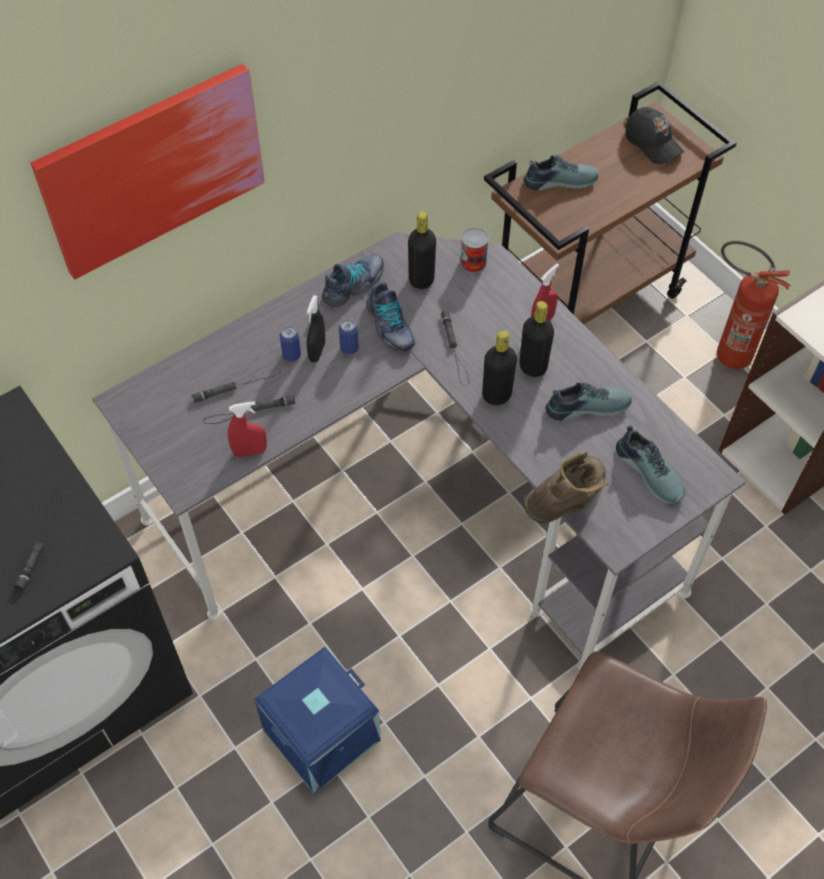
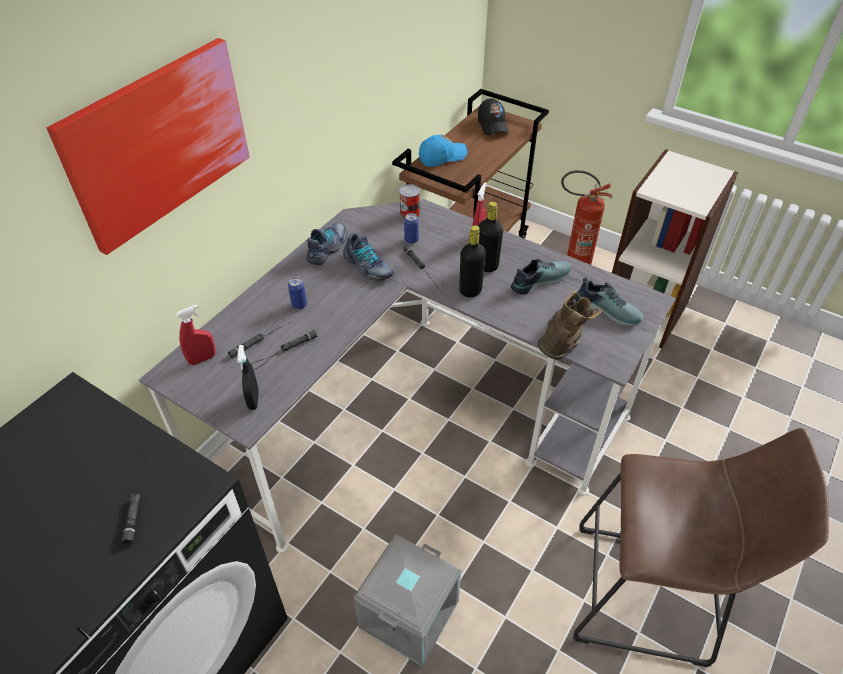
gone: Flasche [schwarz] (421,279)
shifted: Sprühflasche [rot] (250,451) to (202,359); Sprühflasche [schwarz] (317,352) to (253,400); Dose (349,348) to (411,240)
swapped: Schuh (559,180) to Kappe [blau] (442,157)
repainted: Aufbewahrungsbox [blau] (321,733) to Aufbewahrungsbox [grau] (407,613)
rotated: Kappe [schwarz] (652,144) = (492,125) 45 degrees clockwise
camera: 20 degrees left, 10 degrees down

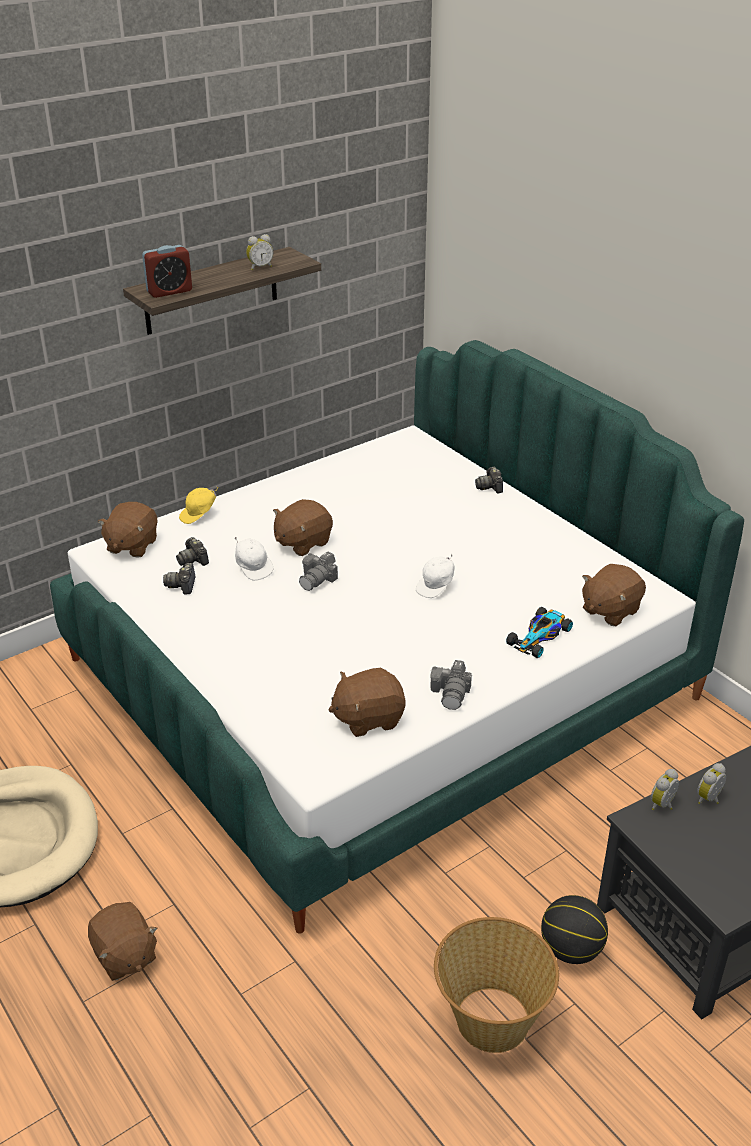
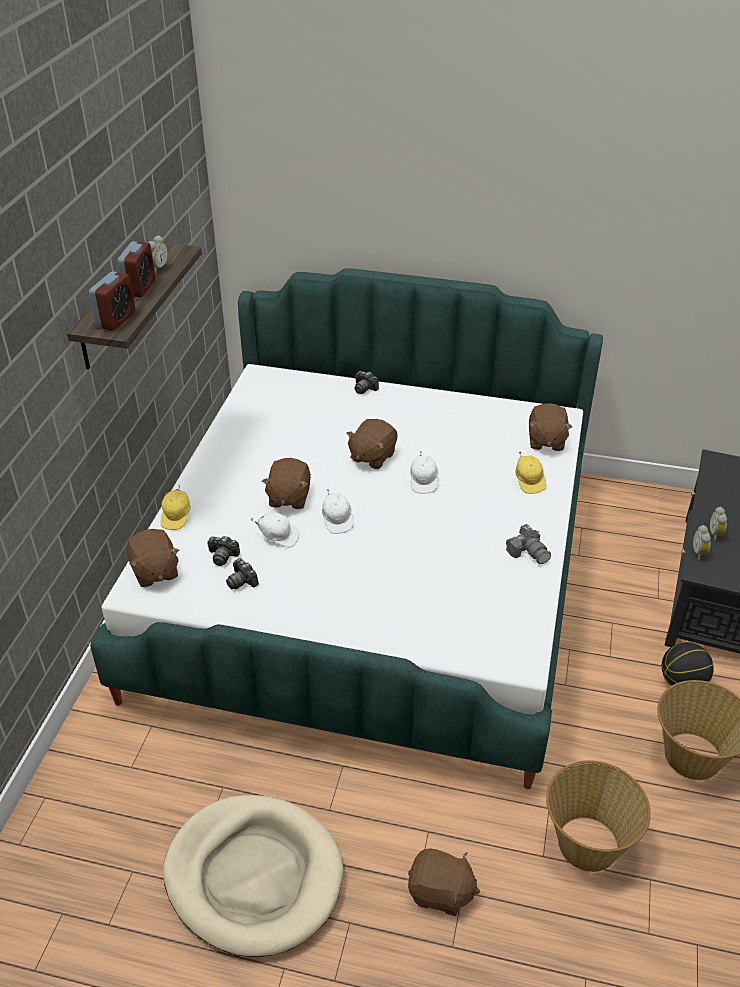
new: Wecker (140,287); Korb (587,842)
shifted: Plüschtier [braun] (368,718) to (372,456)
swapped: Kamera (318,579) to Kappe [weiß] (337,520); Spielzeugauto (540,636) to Kappe [gelb] (529,481)
camera: 40 degrees left, 5 degrees up

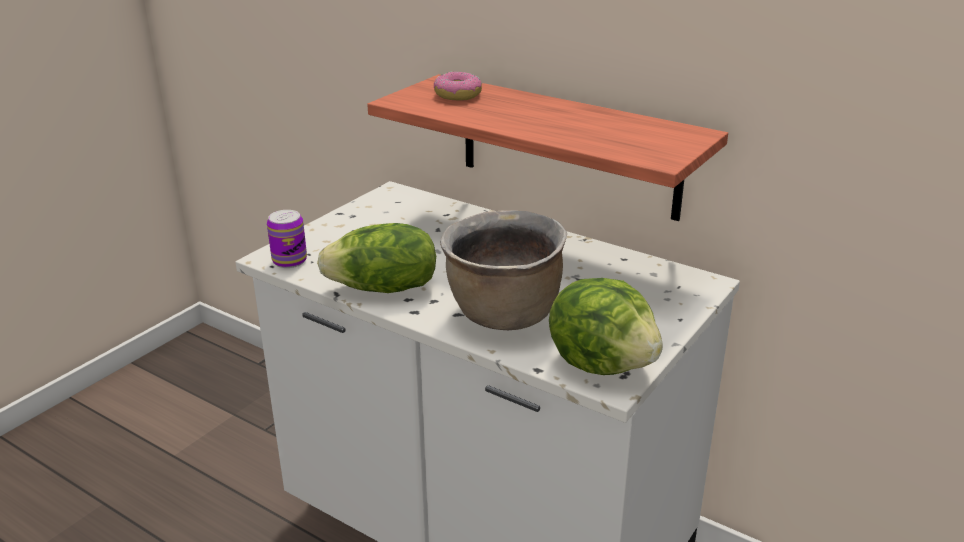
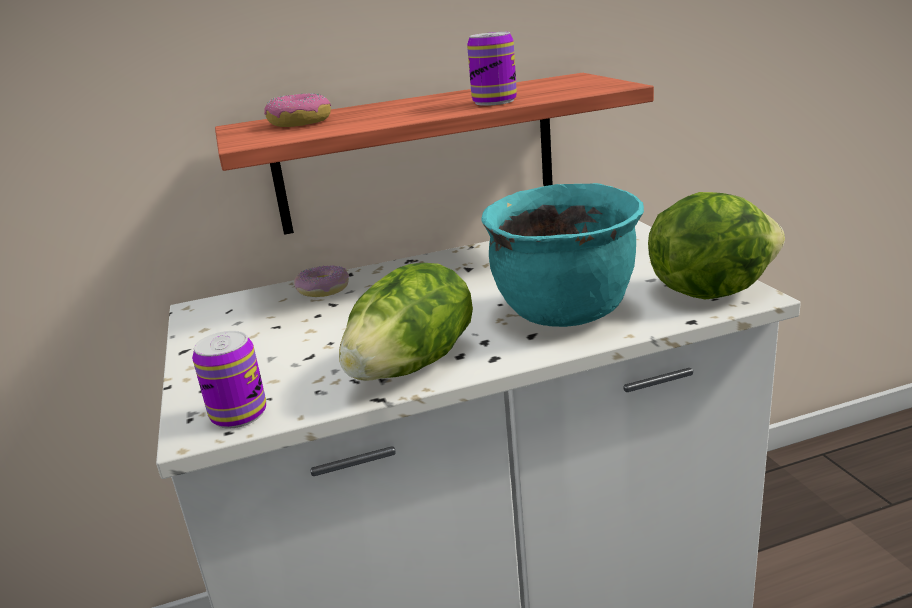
new: Donut (323,289); Dose (494,101)
repainted: Kochtopf [braun] (503,315) to Kochtopf [türkis] (565,313)
camera: 50 degrees left, 5 degrees down

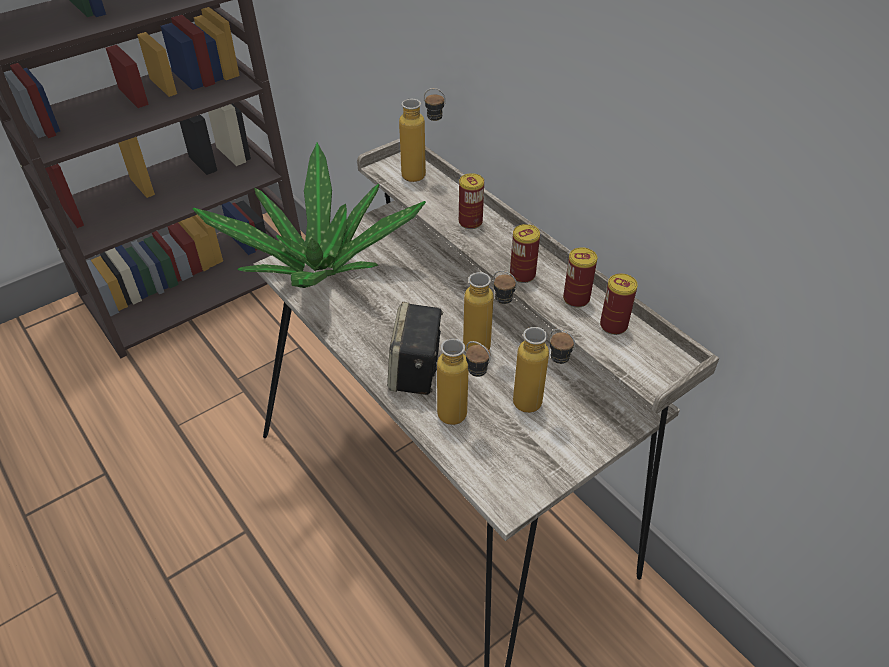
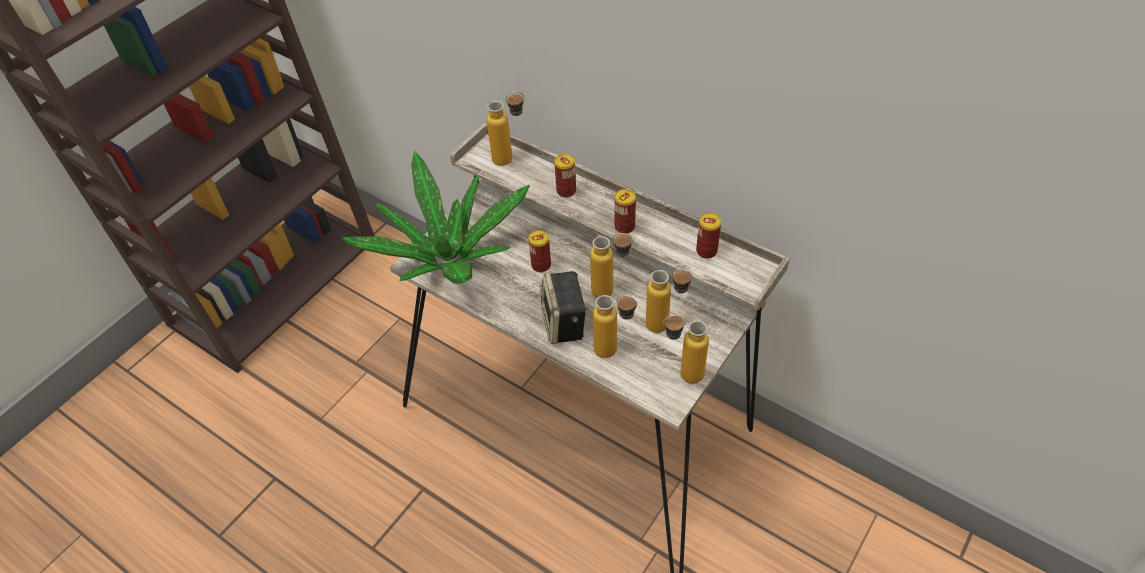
new: Flasche (681,374)
shifted: Dose (576,299) to (541,265)
camera: 15 degrees left, 5 degrees up

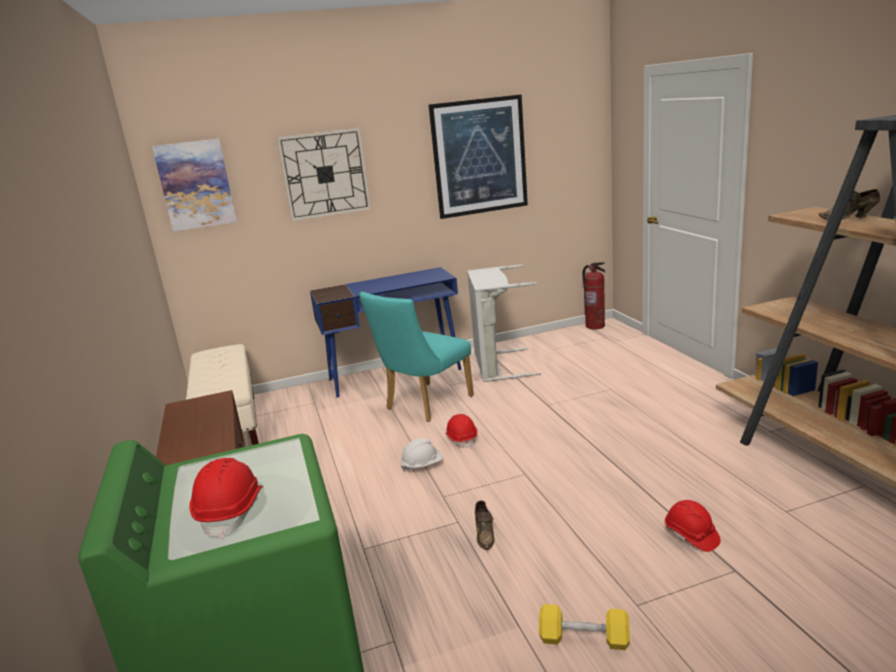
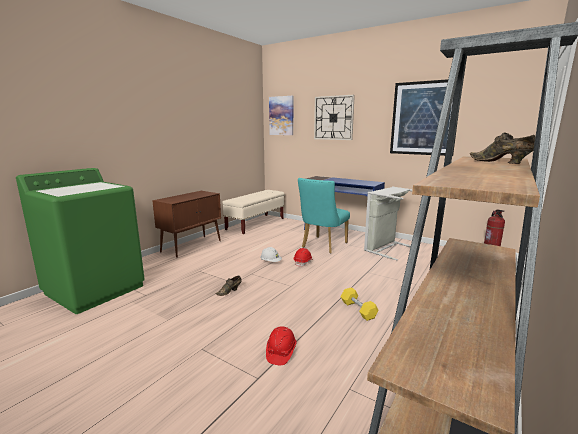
gone: Schutzhelm [rot] (232,511)
shifted: Hantel [gelb] (584,639) to (358,310)
rotated: Stuhl [türkis] (424,405) = (322,246) 60 degrees counterclockwise
camera: 50 degrees right, 5 degrees down

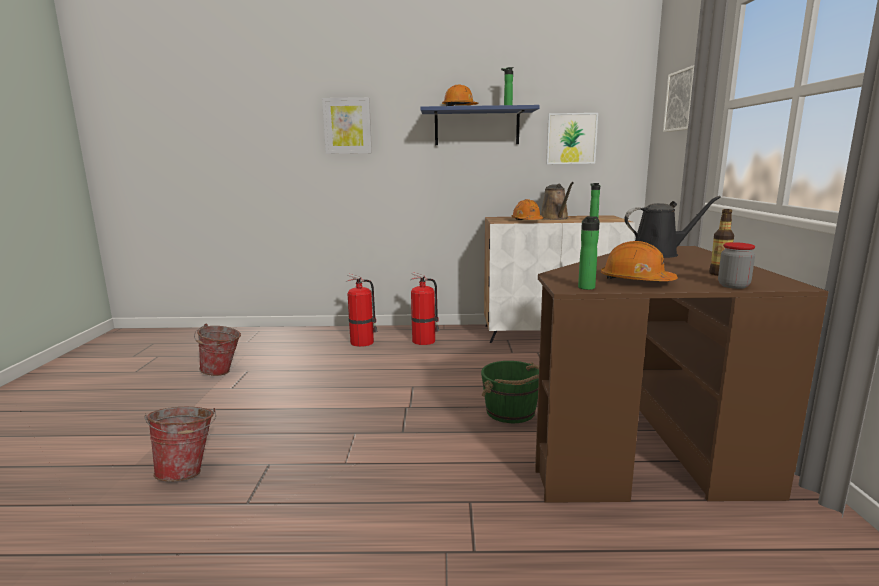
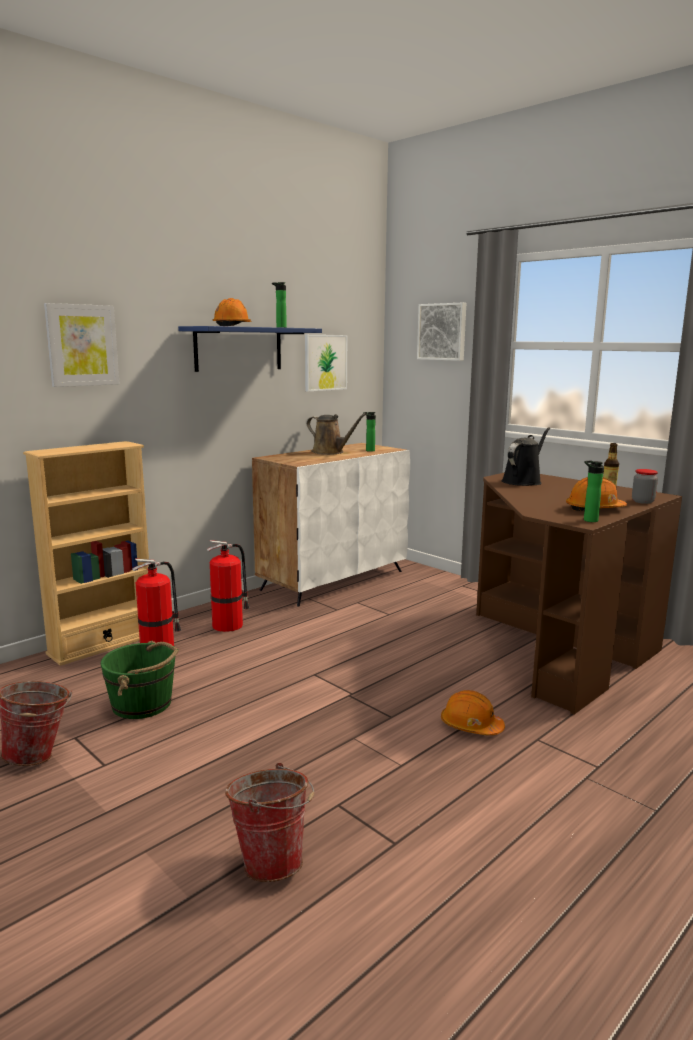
new: Bücherregal [beige] (102,644)
shifted: Eimer [grün] (511,412) to (143,704); Schutzhelm [orange] (527,221) to (471,726)
camera: 45 degrees left, 0 degrees up

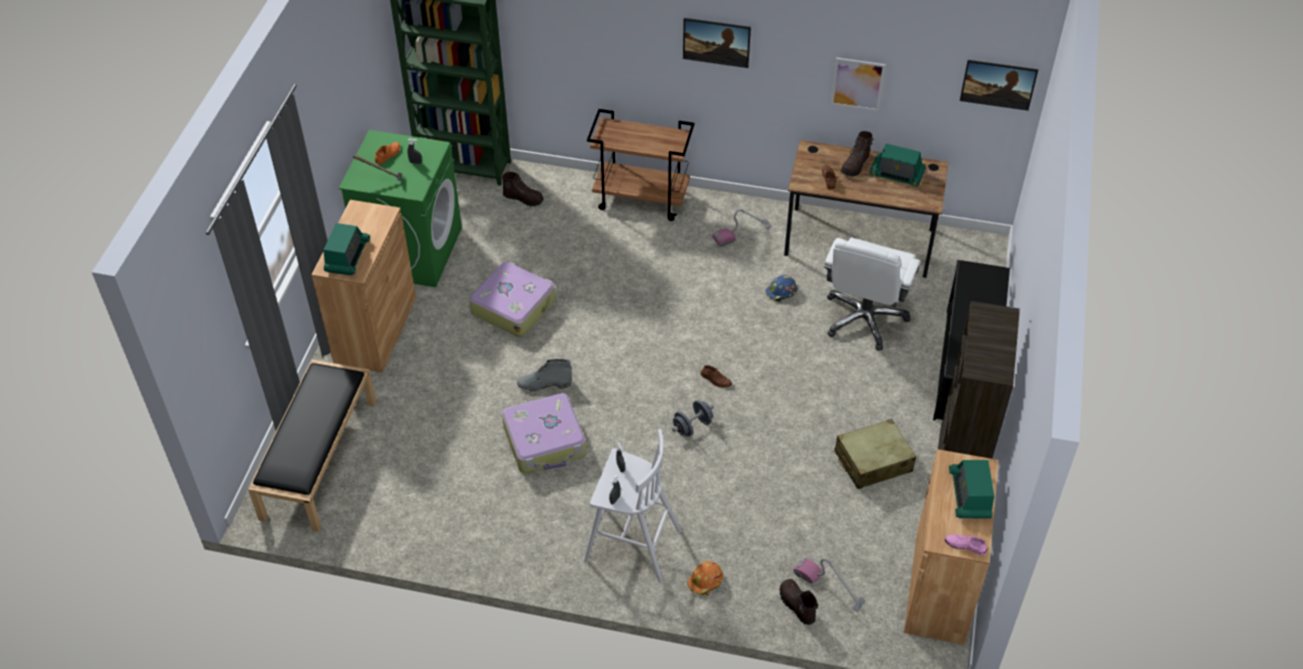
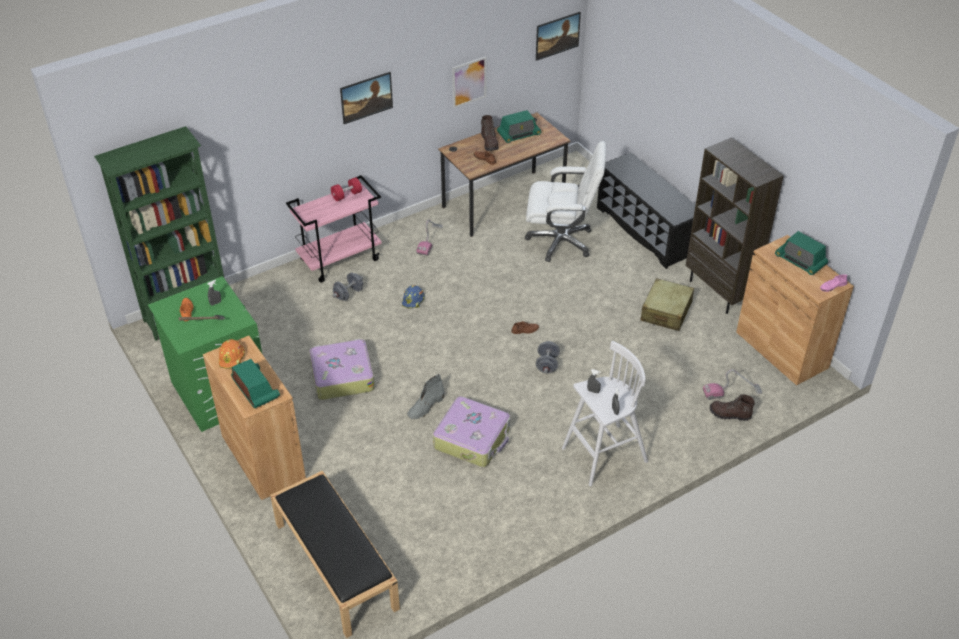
gone: Stiefel [braun] (523,198)
new: Hantel [rot] (346,195); Hantel [grau] (348,294)
shifted: Schutzhelm [orange] (705,581) to (232,358); Schutzhelm [blau] (781,292) to (413,301)
repainted: Rollwagen [braun] (642,199) to Rollwagen [rosa] (340,259)
rotated: Bürostuhl [weiß] (864,319) = (561,241) 60 degrees counterclockwise
camera: 45 degrees left, 5 degrees down

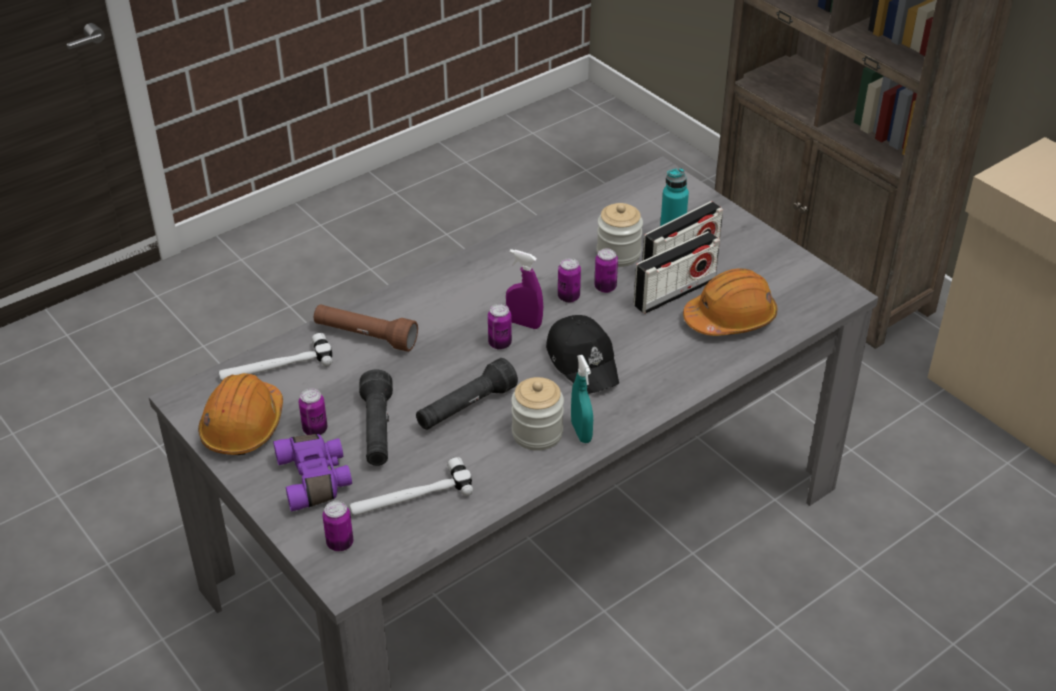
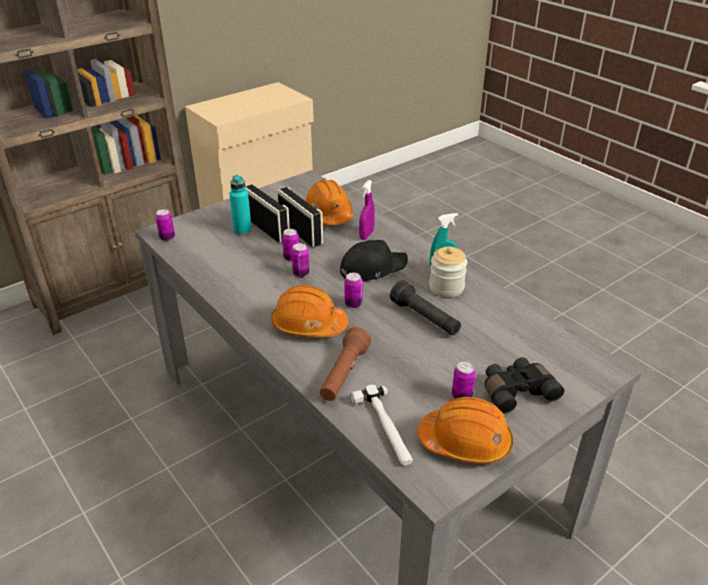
gone: Hammer (410,496); Taschenlampe [schwarz] (377,430); Vorratsglas (618,254)
new: Schutzhelm [orange] (308,325)
shifted: Dose (340,543) to (167,237); Sprühflasche [lila] (524,323) to (366,235)
repainted: Fernglas [lila] (316,479) to Fernglas [schwarz] (516,391)
camera: 90 degrees left, 5 degrees down

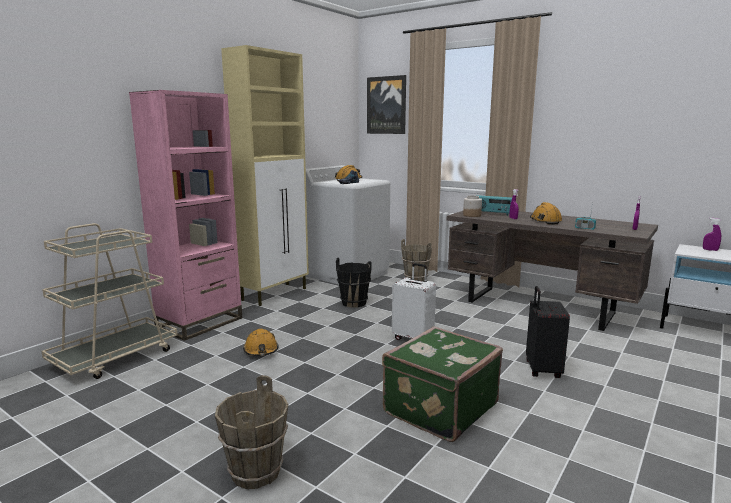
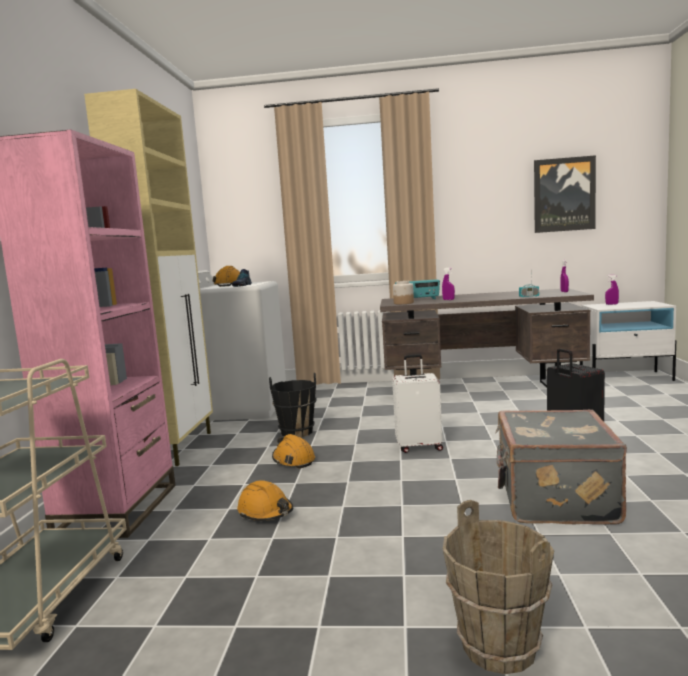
gone: Eimer [braun] (415,279)
shifted: Schutzhelm [orange] (545,221) to (293,460); Bild (386,105) to (564,195)
repainted: Koffer [grün] (438,408) to Koffer [grau] (553,499)
camera: 30 degrees left, 5 degrees down

